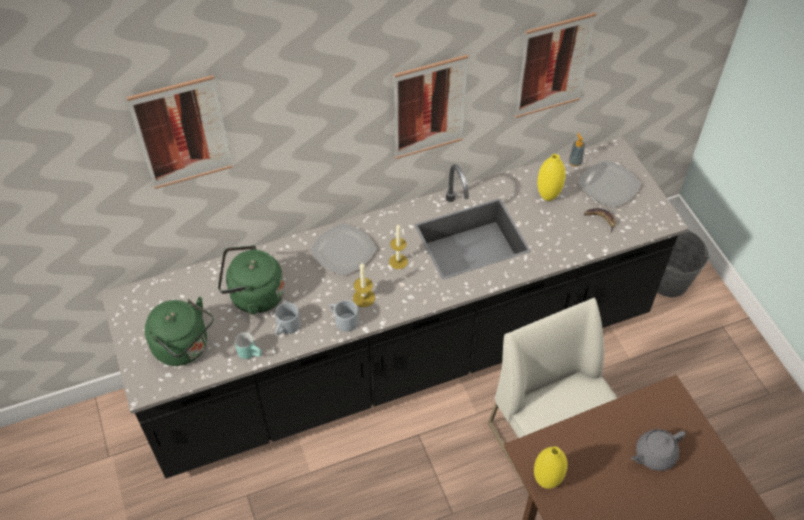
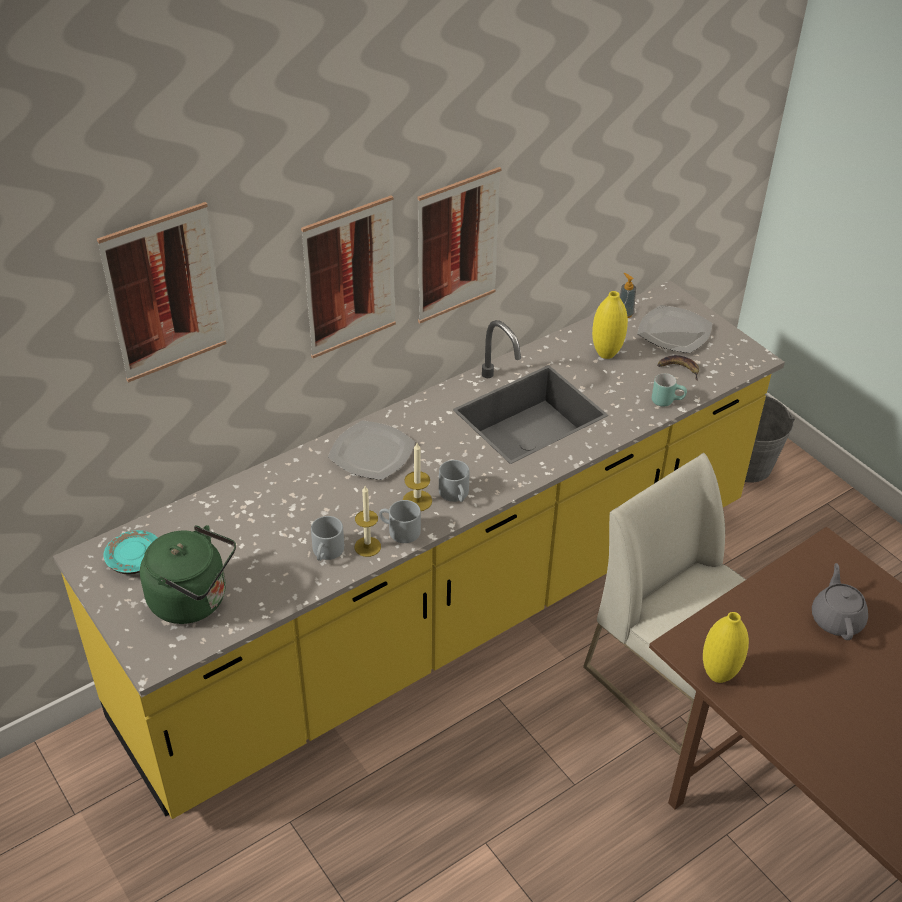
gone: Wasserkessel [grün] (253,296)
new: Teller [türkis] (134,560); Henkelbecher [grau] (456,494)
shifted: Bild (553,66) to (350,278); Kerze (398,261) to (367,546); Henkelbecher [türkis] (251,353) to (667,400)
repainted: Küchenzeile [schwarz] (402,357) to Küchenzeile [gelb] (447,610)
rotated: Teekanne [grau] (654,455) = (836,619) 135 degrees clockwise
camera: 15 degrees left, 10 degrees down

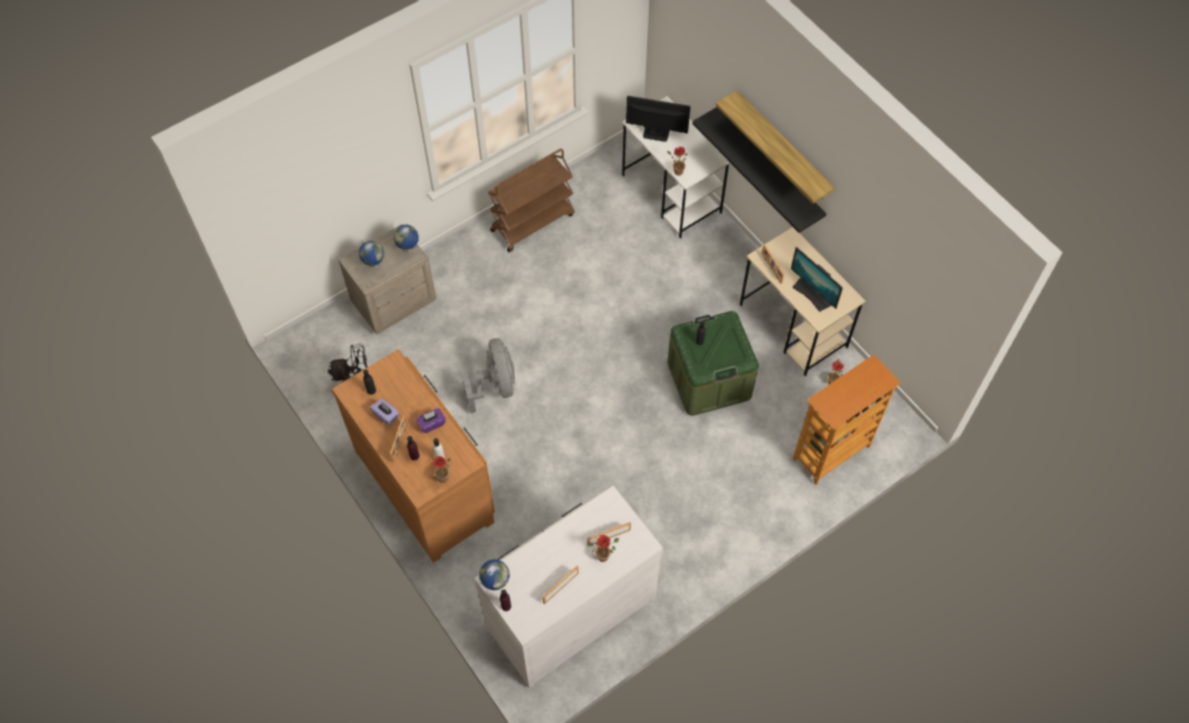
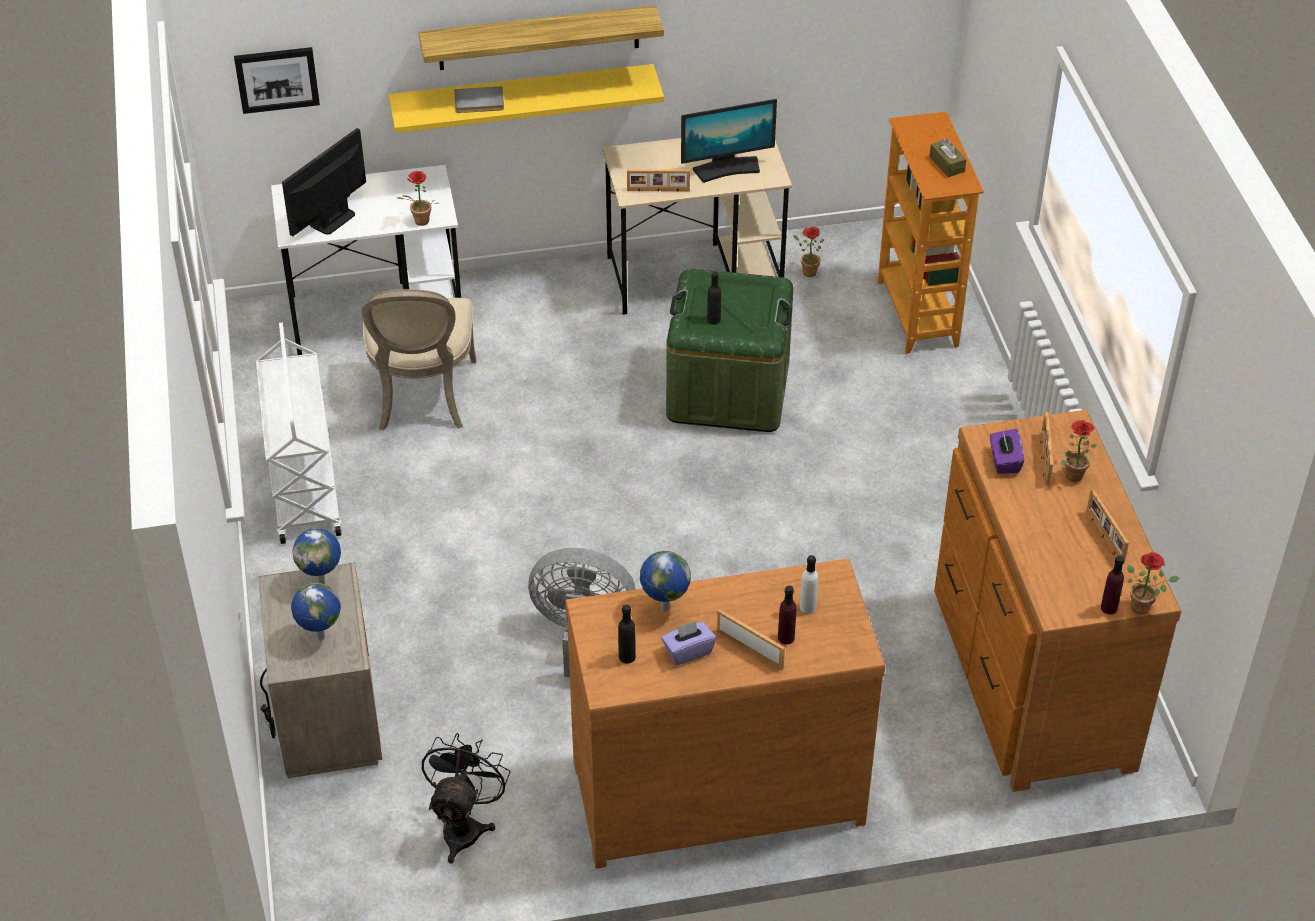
new: Bild (277,79); Stuhl [beige] (422,398); Buch [grau] (479,103); Taschentuchbox [braun] (947,164)
shifted: Globus (496,584) to (664,608); Taschentuchbox [lila] (431,424) to (1004,461); Topfpflanze (444,480) to (1144,607)
repainted: Rollwagen [braun] (533,221) to Rollwagen [weiß] (304,487); Wandregal [schwarz] (769,167) to Wandregal [gelb] (523,97); Kommode [weiß] (568,610) to Kommode [braun] (1029,679)
camera: 65 degrees left, 15 degrees down

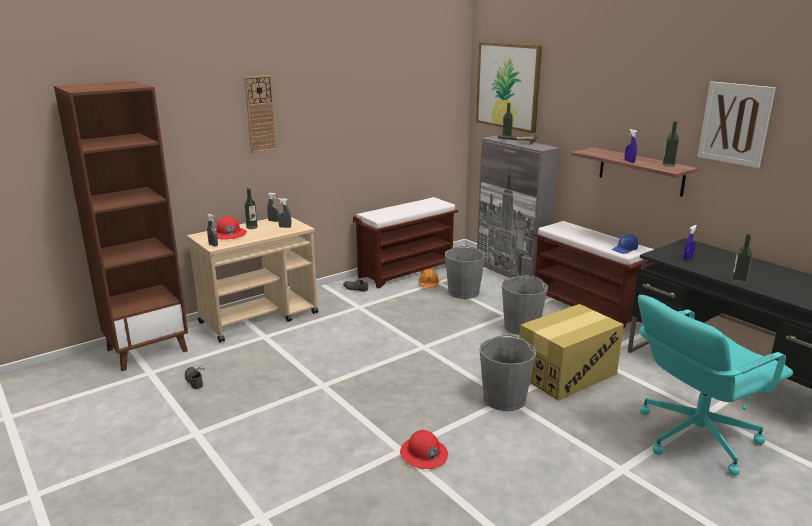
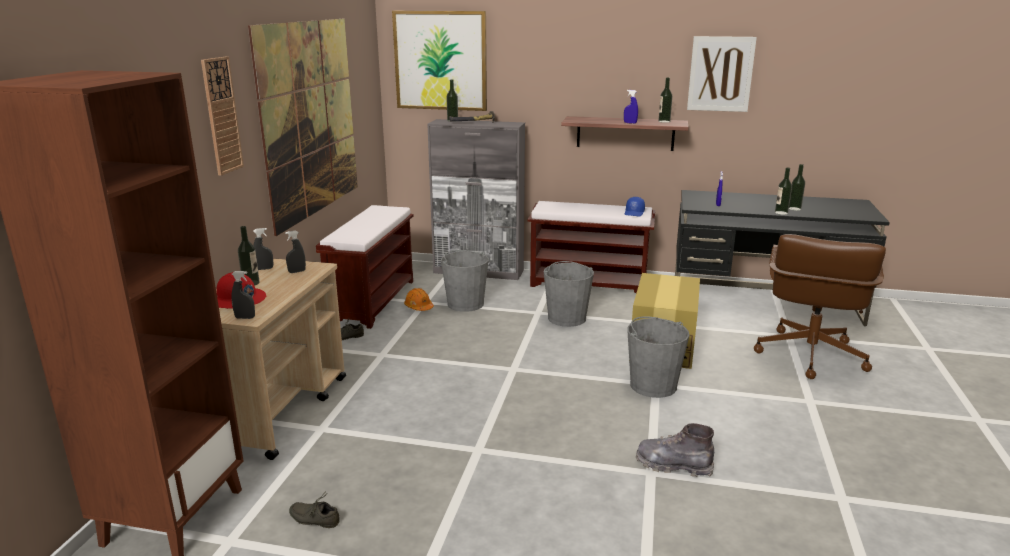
new: Bild (310,119); Flasche (794,209)
swapped: Schutzhelm [rot] (423,454) to Stiefel [grau] (673,465)
repainted: Bürostuhl [türkis] (695,437) to Bürostuhl [braun] (808,355)
camera: 40 degrees left, 0 degrees up

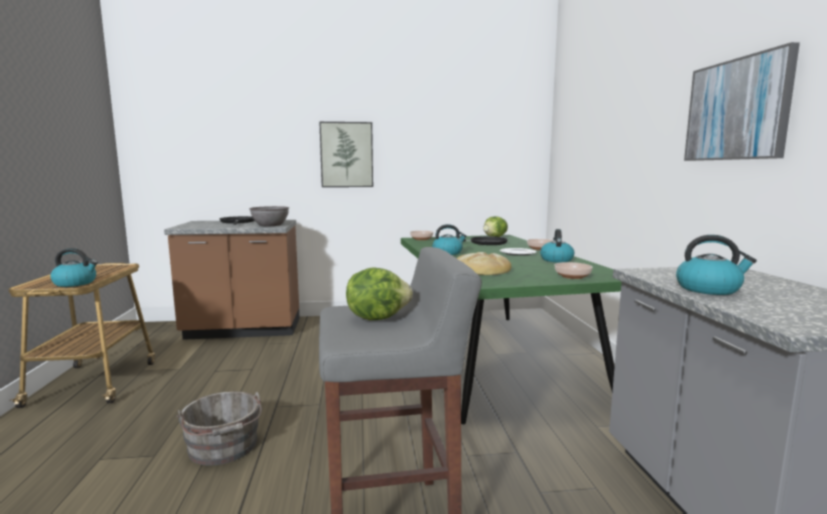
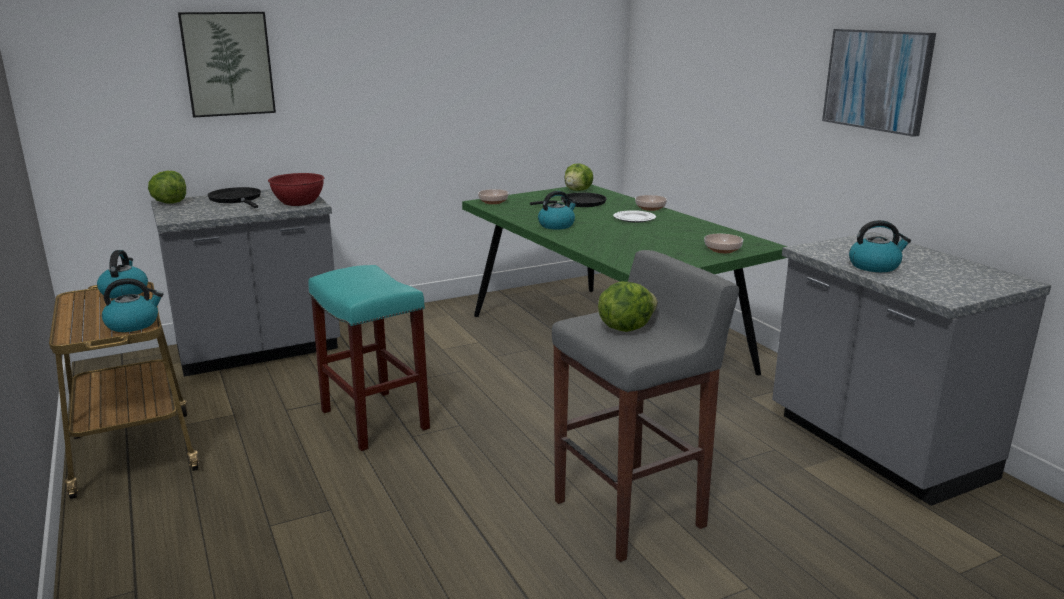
gone: Eimer [grau] (224,448); Brot (482,269)
new: Salatkopf (170,202); Hocker [türkis] (373,419)
shifted: Wasserkessel (556,260) to (124,292); Bild (346,155) to (228,64)
repainted: Küchenzeile [braun] (243,330) to Küchenzeile [grau] (259,351); Schüssel [grau] (270,225) to Schüssel [rot] (299,202)
camera: 20 degrees left, 10 degrees up

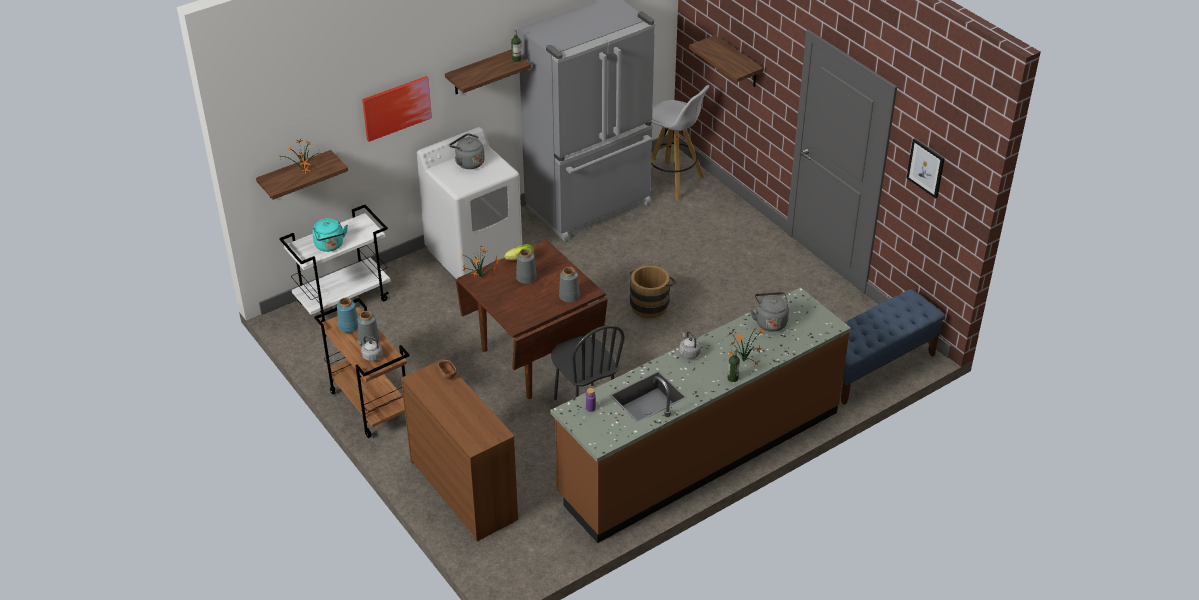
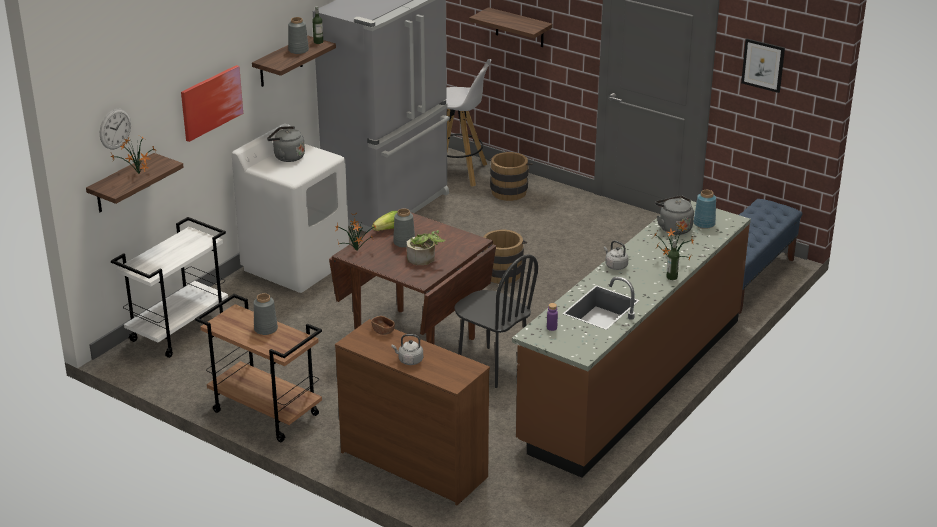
gone: Wasserkessel [türkis] (330,246)
new: Wanduhr (115,129); Topfpflanze (424,259); Eimer [braun] (509,190)
shifted: Vase [grau] (569,296) to (298,50); Wasserkessel [grau] (371,356) to (409,360); Vase [blau] (349,327) to (704,224)
camera: 20 degrees left, 10 degrees down

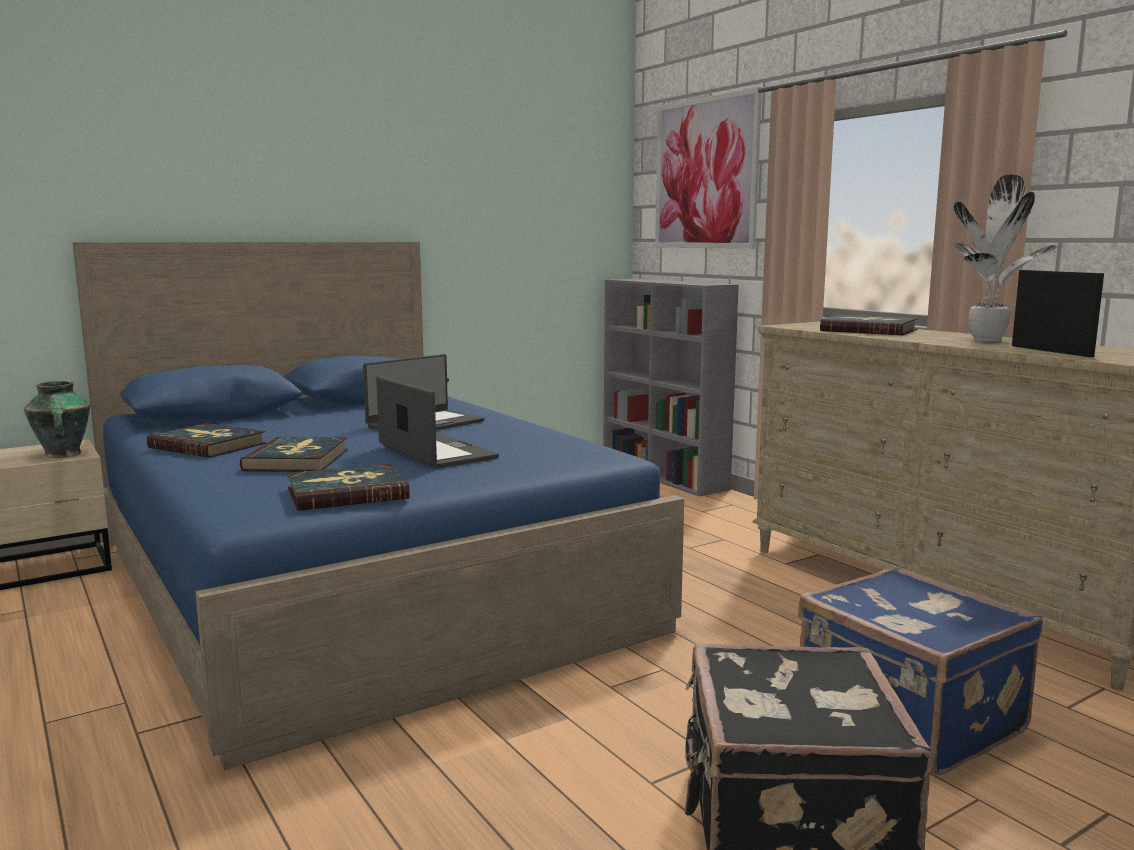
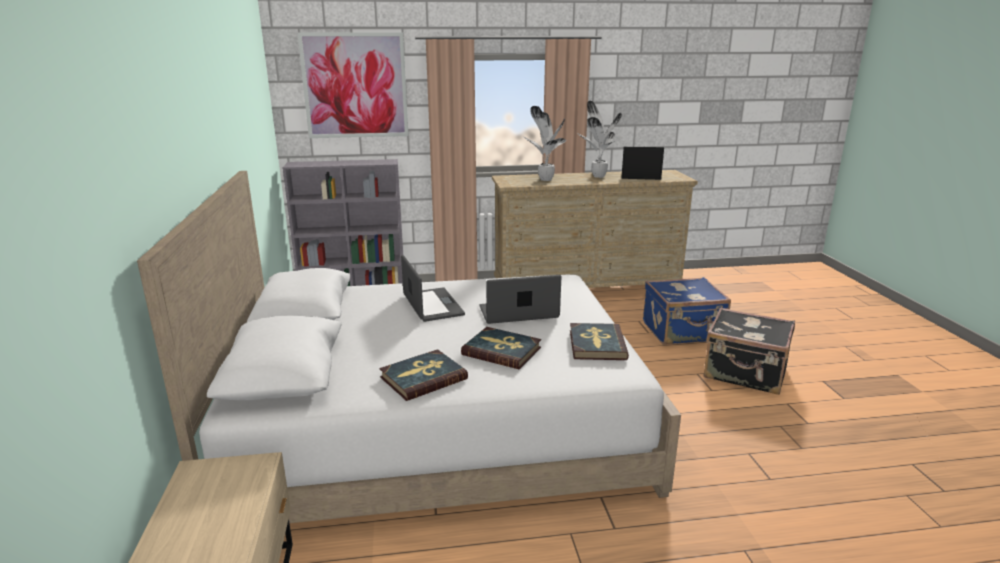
gone: Vase (63,455)
swapped: Buch (869,330) to Topfpflanze (545,180)
repainted: Bett [blau] (358,581) to Bett [weiß] (437,425)
camera: 65 degrees left, 10 degrees up

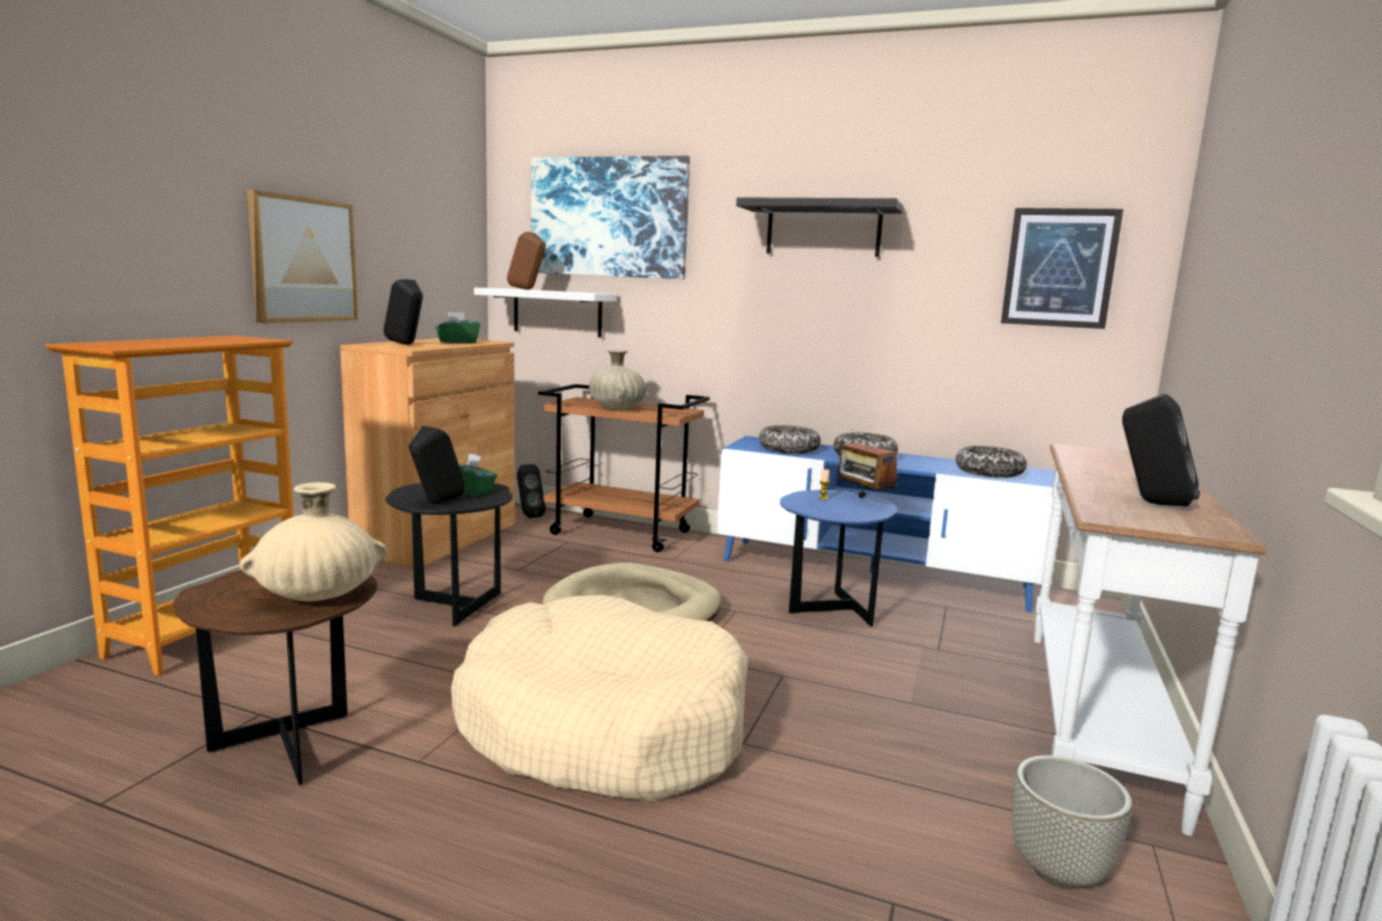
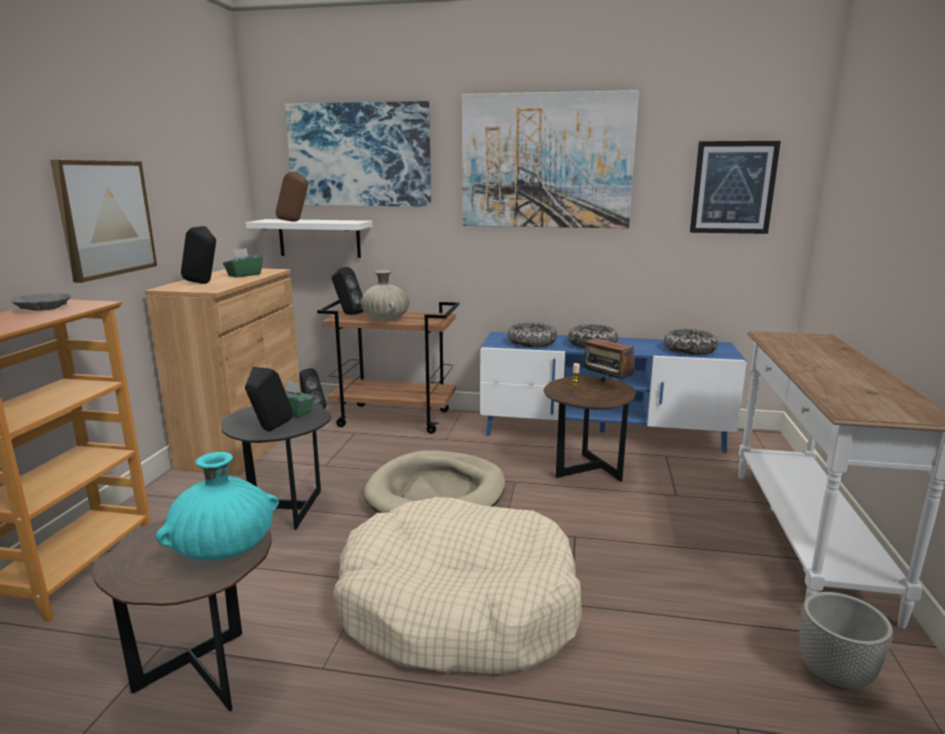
new: Schüssel [grau] (44,309)
shifted: Lautsprecher [schwarz] (1151,503) to (348,314)
swapped: Wandregal [schwarz] (823,229) to Bild (546,161)
repainted: Vase [beige] (318,594) to Vase [türkis] (224,548); Beistelltisch [blau] (829,611) to Beistelltisch [braun] (585,472)
camera: 10 degrees left, 5 degrees up

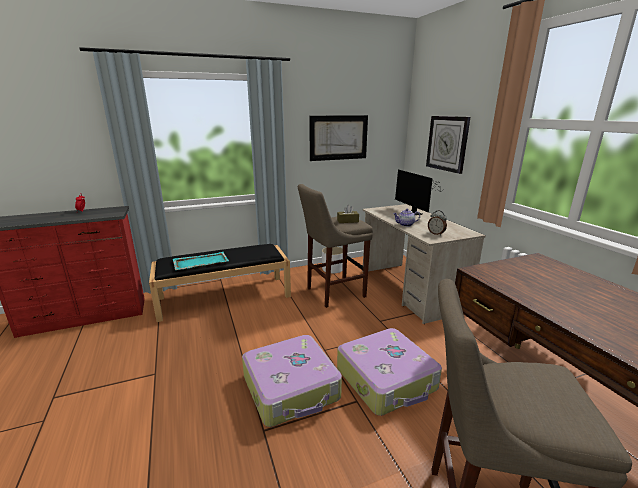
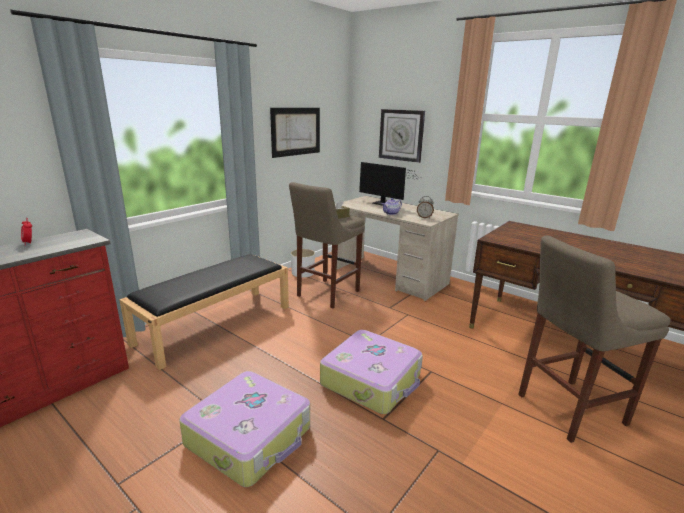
gone: Tablett [türkis] (200,262)
shifted: Koffer (387,379) to (250,436)
camera: 30 degrees left, 0 degrees up

